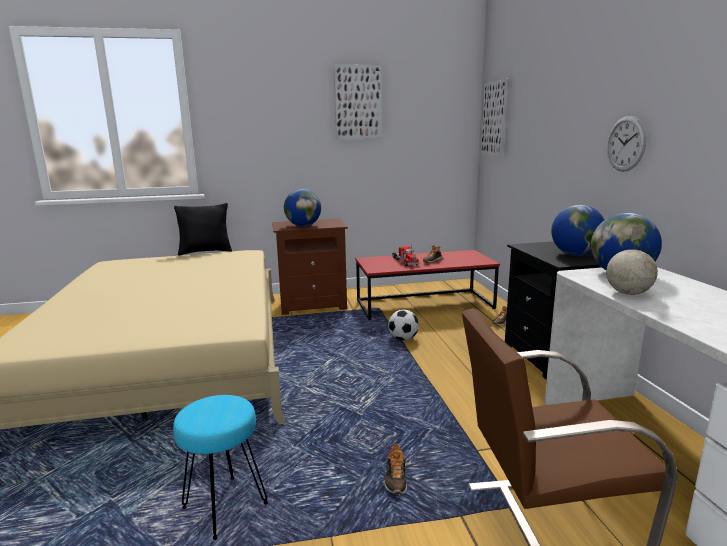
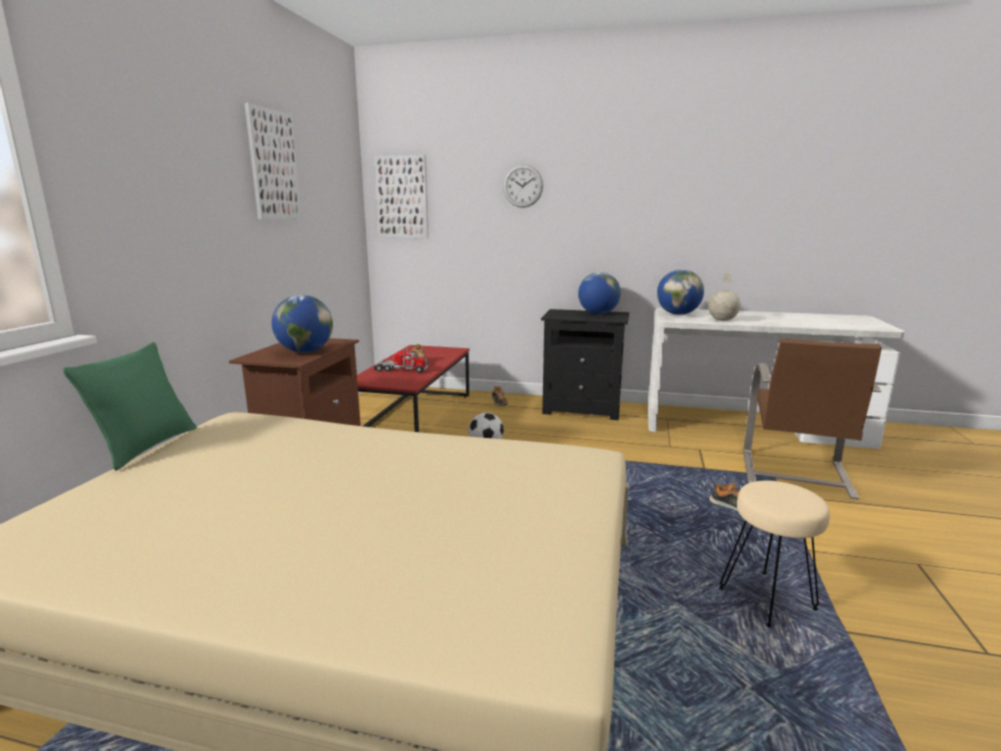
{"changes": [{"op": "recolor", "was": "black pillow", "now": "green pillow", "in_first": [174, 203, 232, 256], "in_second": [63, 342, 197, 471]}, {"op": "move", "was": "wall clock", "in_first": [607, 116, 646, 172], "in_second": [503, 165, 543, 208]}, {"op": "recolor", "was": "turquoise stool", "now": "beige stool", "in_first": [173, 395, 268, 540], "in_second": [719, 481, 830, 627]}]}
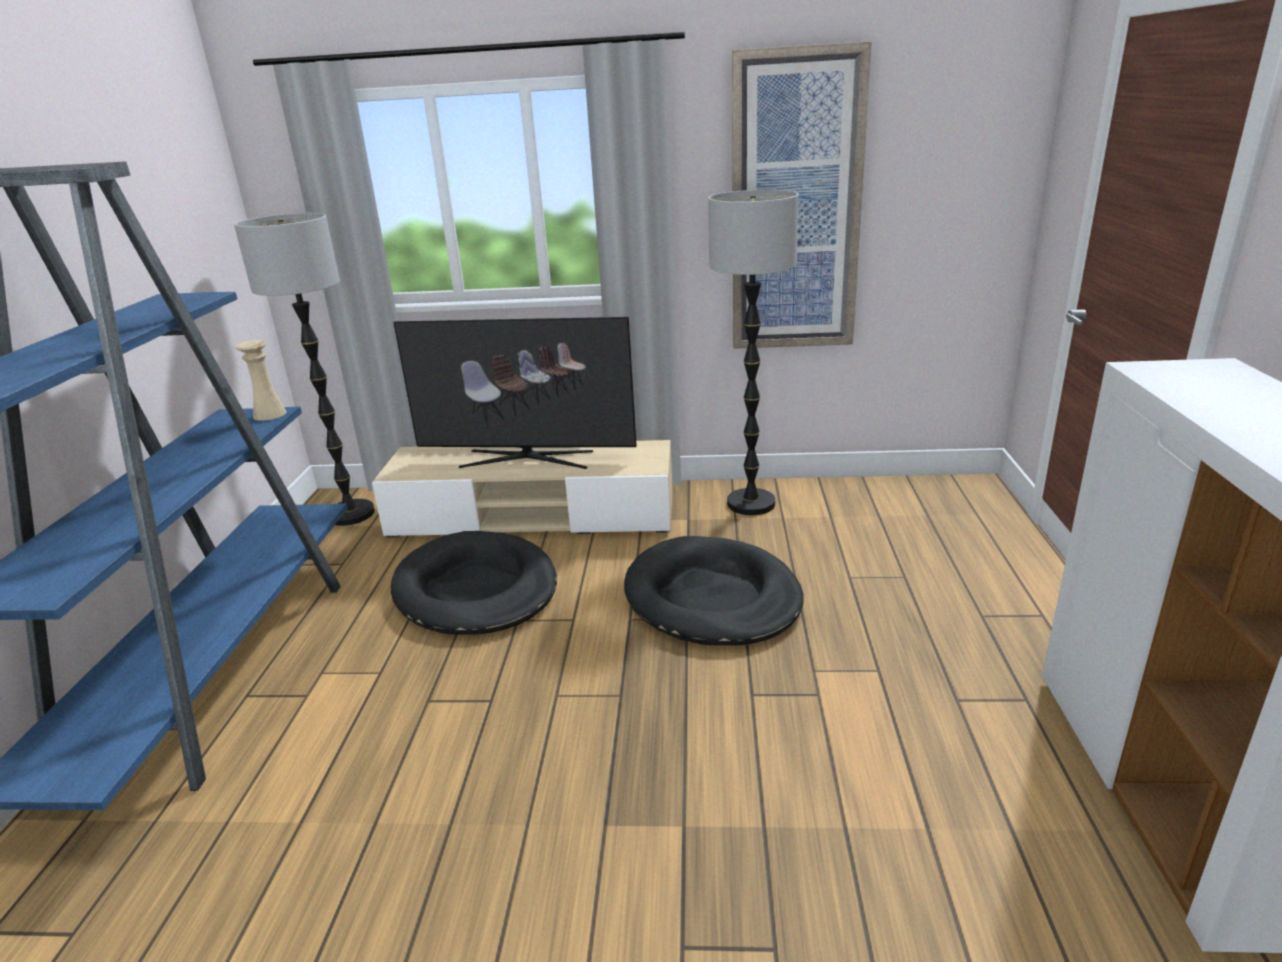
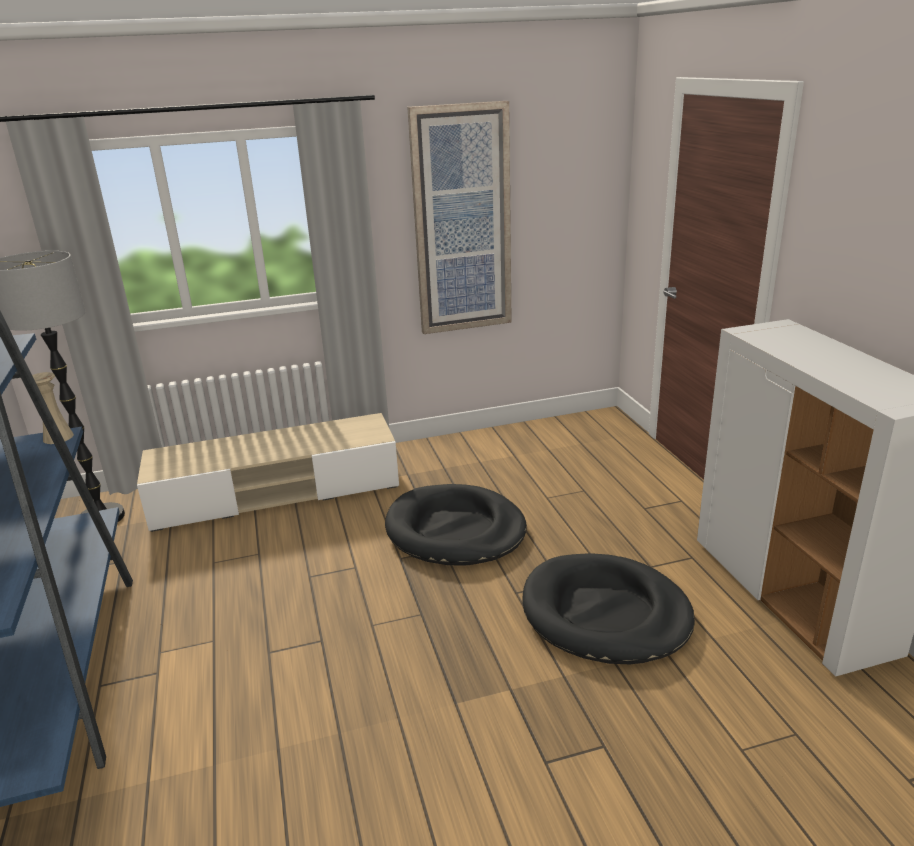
{"changes": [{"op": "move", "was": "black dog bed", "in_first": [391, 531, 557, 635], "in_second": [522, 553, 695, 664]}, {"op": "delete", "was": "television", "in_first": [393, 317, 637, 469]}, {"op": "delete", "was": "floor lamp", "in_first": [708, 190, 799, 515]}]}
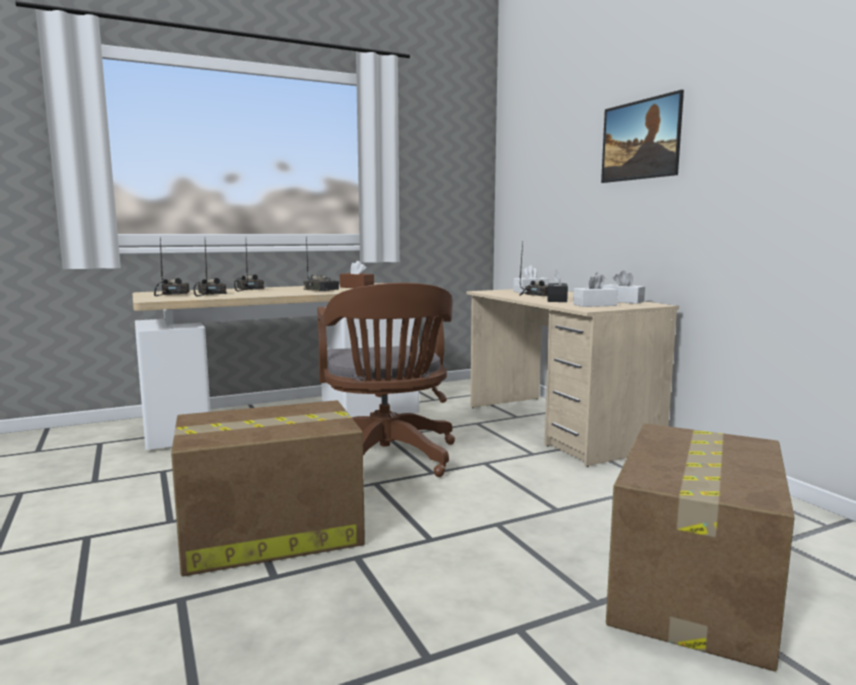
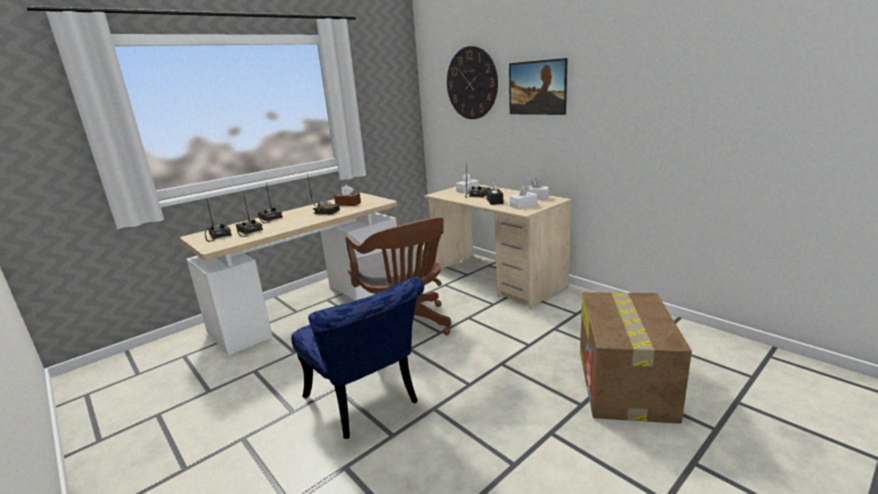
{"changes": [{"op": "replace", "was": "cardboard box", "now": "blue chair", "in_first": [171, 400, 365, 576], "in_second": [291, 277, 424, 439]}, {"op": "insert", "now": "wall clock", "in_second": [447, 46, 498, 119]}]}
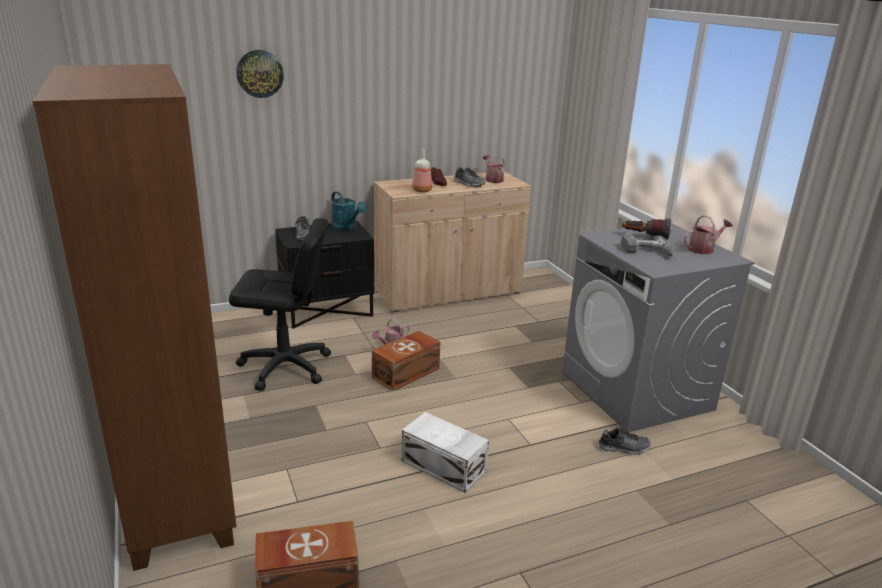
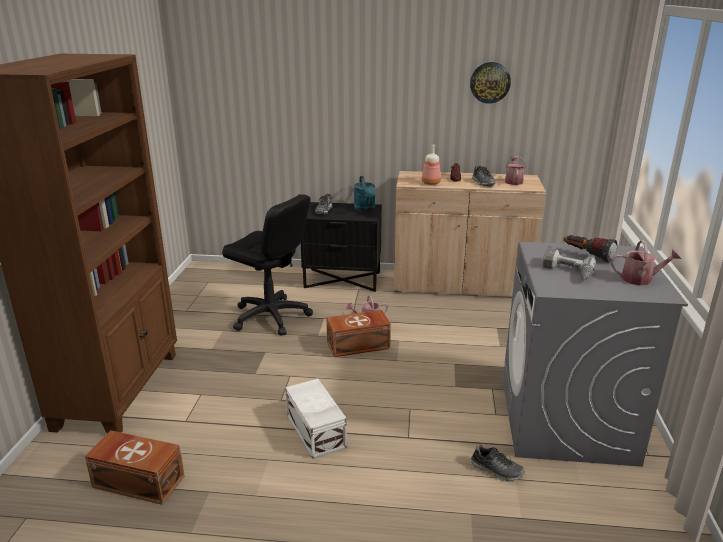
{"changes": [{"op": "move", "was": "wall clock", "in_first": [236, 50, 284, 98], "in_second": [470, 62, 511, 104]}]}
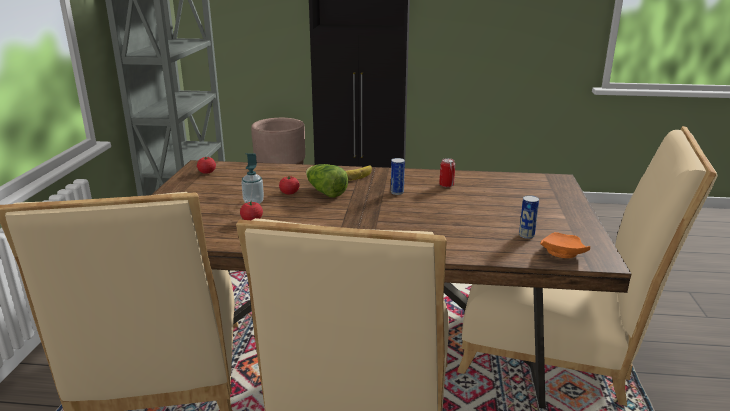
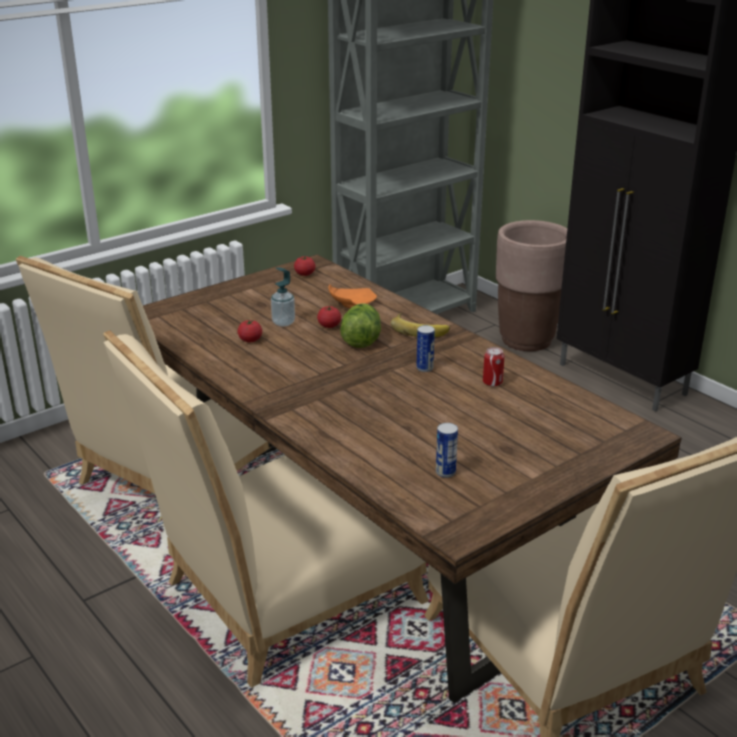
{"changes": [{"op": "move", "was": "orange plate", "in_first": [540, 232, 590, 258], "in_second": [329, 285, 377, 308]}]}
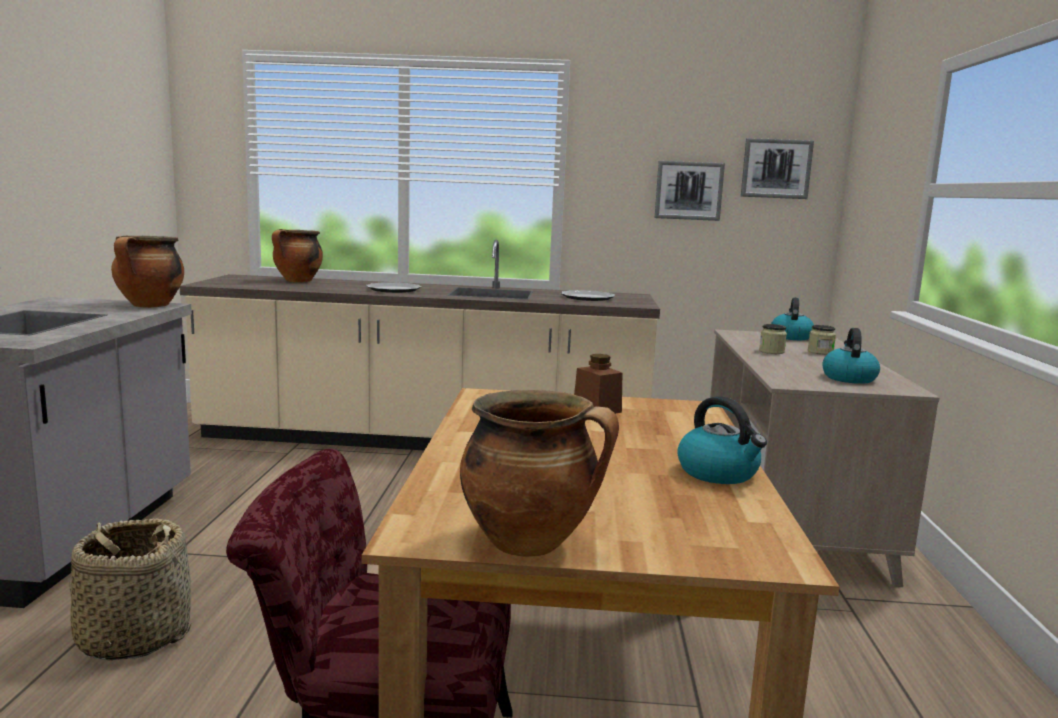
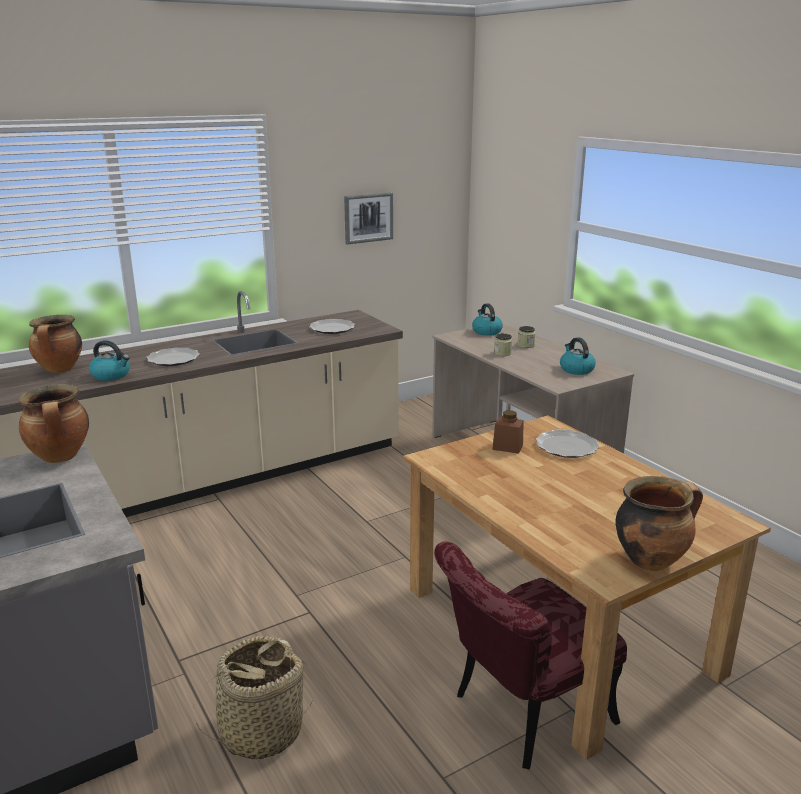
{"changes": [{"op": "move", "was": "kettle", "in_first": [677, 396, 767, 484], "in_second": [89, 340, 130, 381]}, {"op": "insert", "now": "plate", "in_second": [536, 430, 599, 458]}, {"op": "delete", "was": "picture", "in_first": [741, 138, 814, 199]}]}
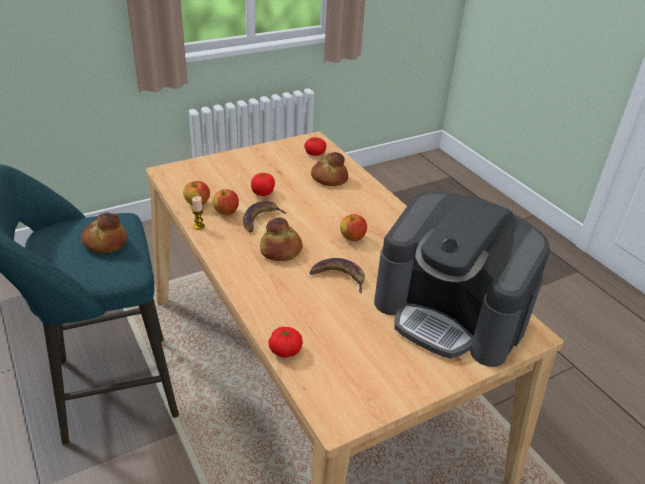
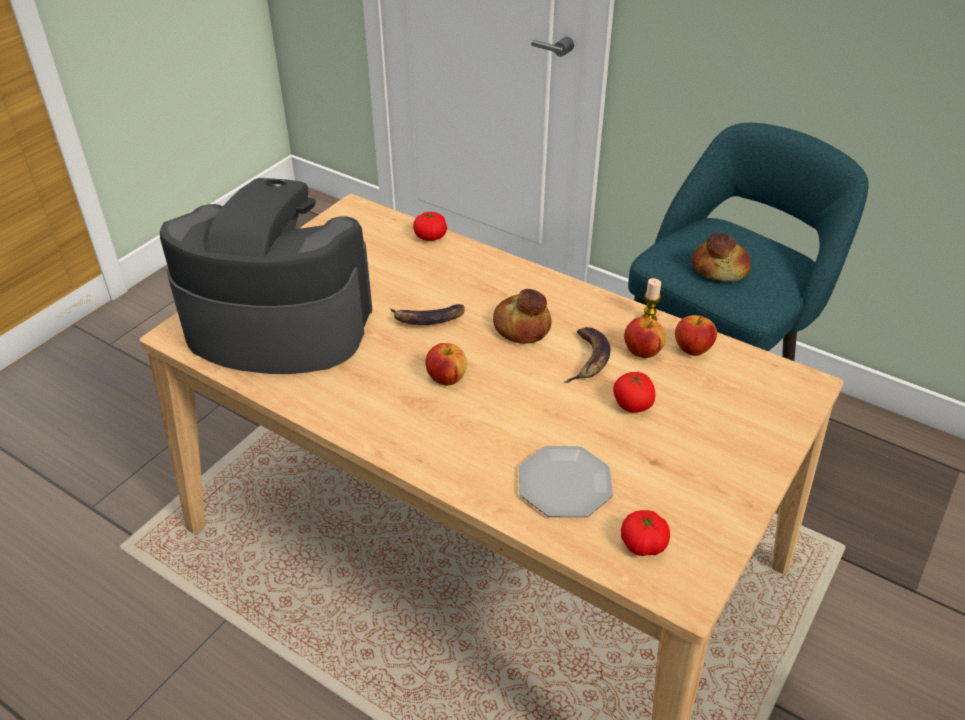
{"changes": [{"op": "replace", "was": "bread", "now": "plate", "in_first": [311, 152, 348, 186], "in_second": [519, 446, 613, 517]}]}
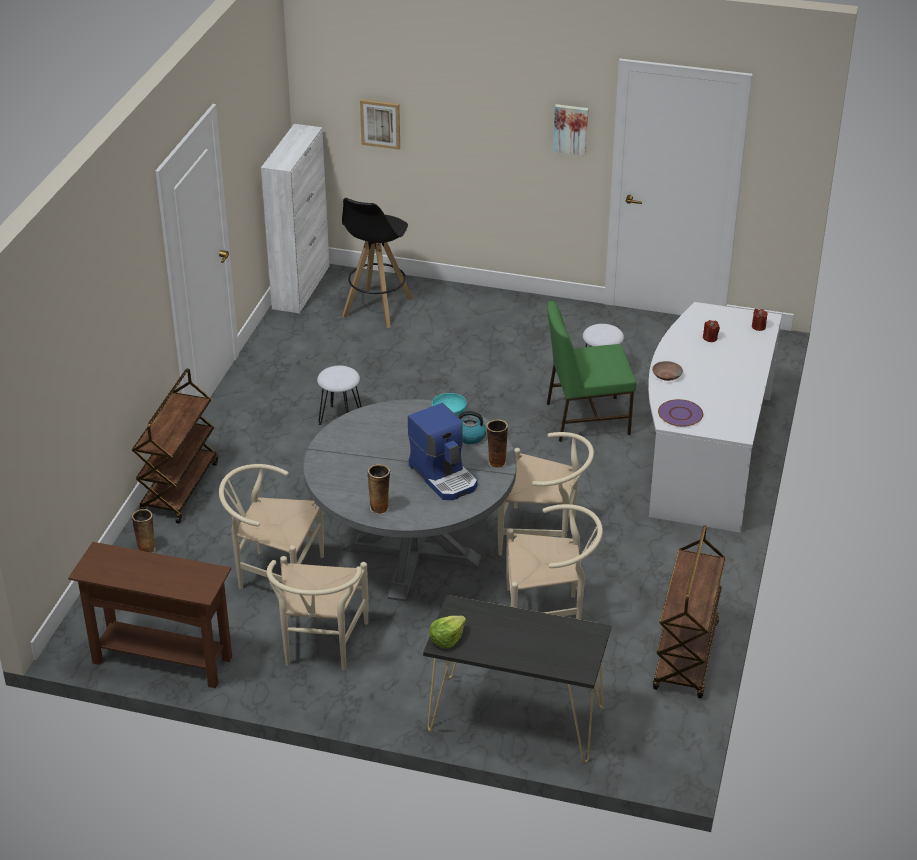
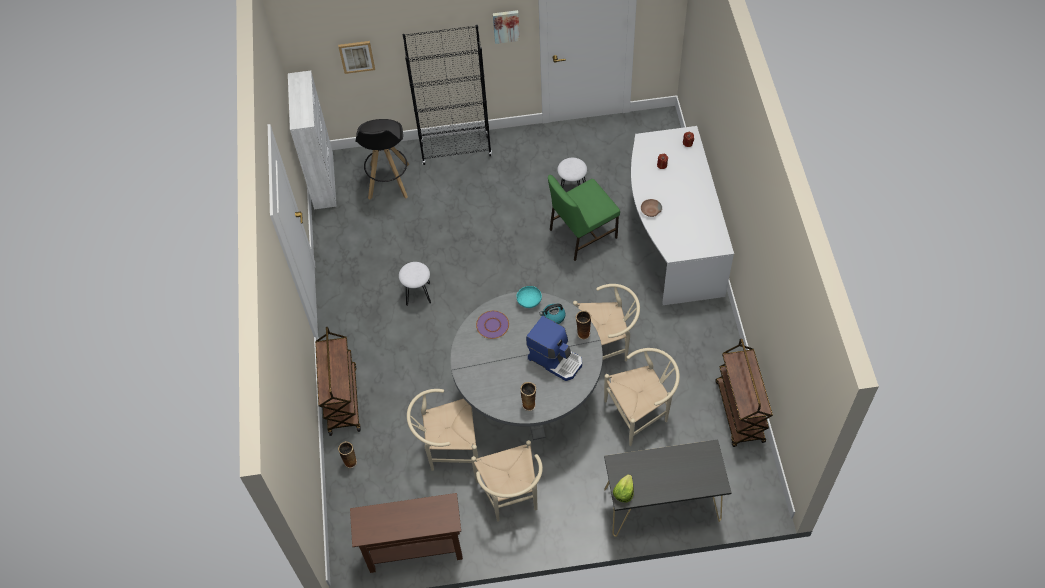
{"changes": [{"op": "insert", "now": "black bookcase", "in_second": [403, 25, 492, 165]}, {"op": "move", "was": "purple plate", "in_first": [658, 399, 703, 427], "in_second": [476, 311, 509, 339]}]}
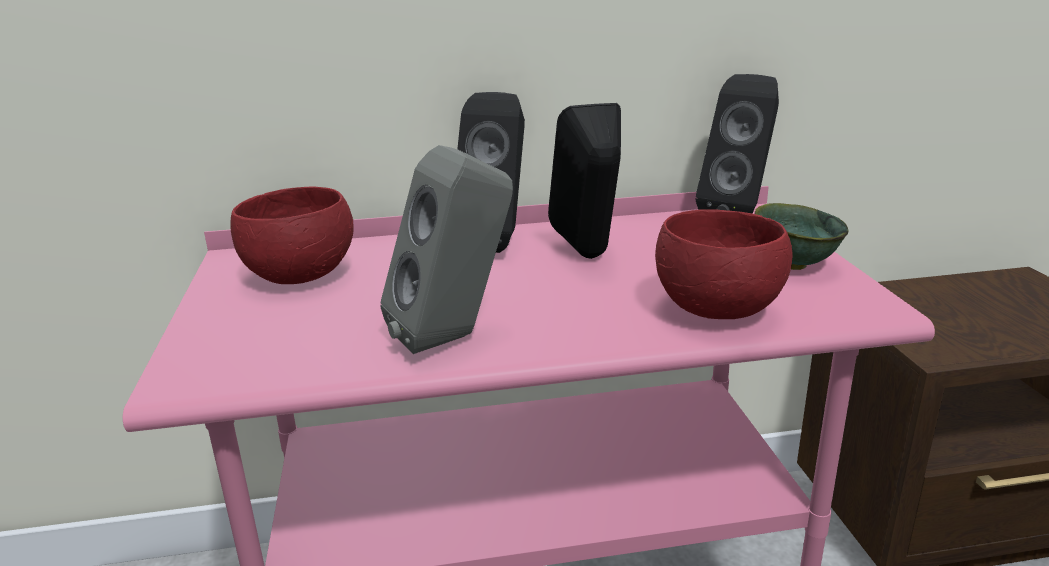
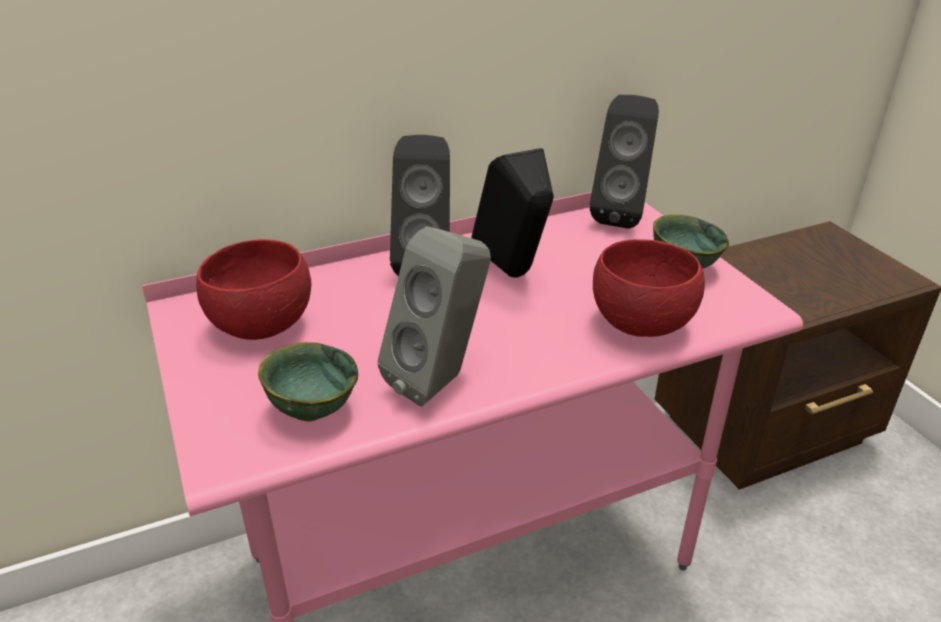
{"changes": [{"op": "insert", "now": "green bowl", "in_second": [258, 342, 358, 421]}]}
